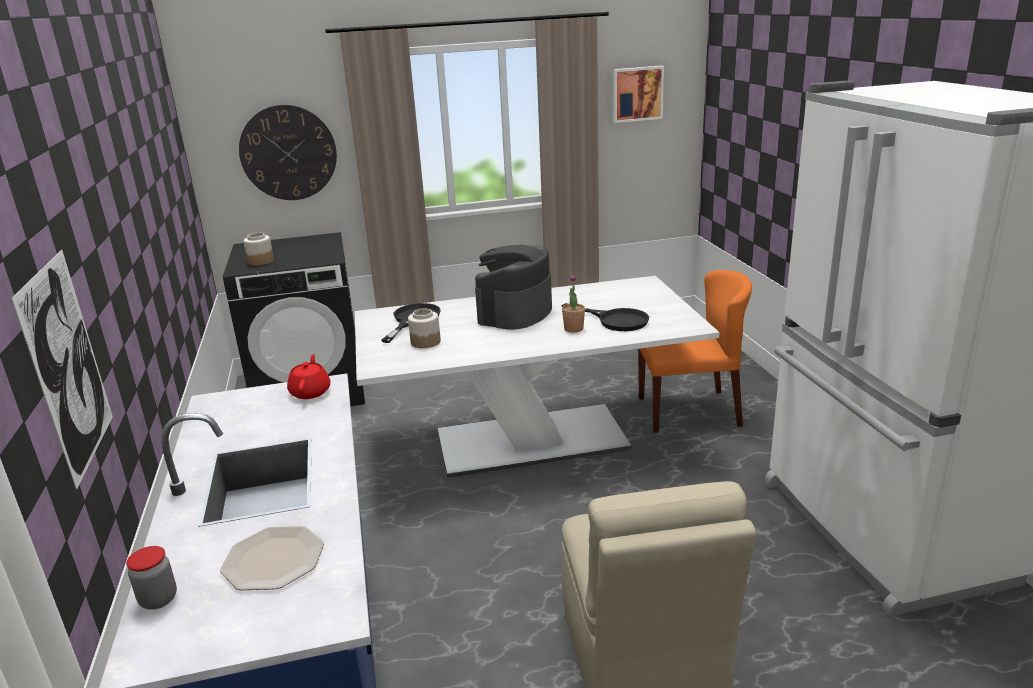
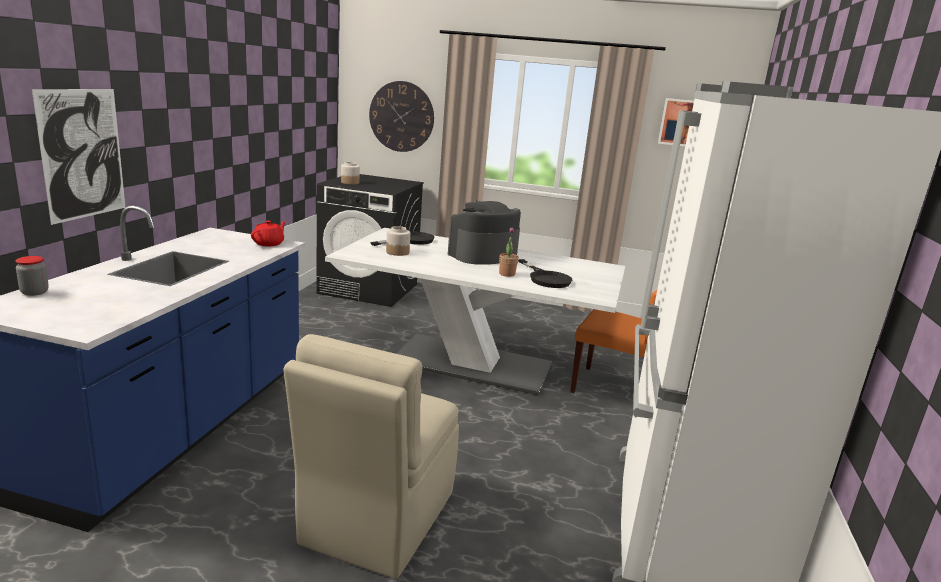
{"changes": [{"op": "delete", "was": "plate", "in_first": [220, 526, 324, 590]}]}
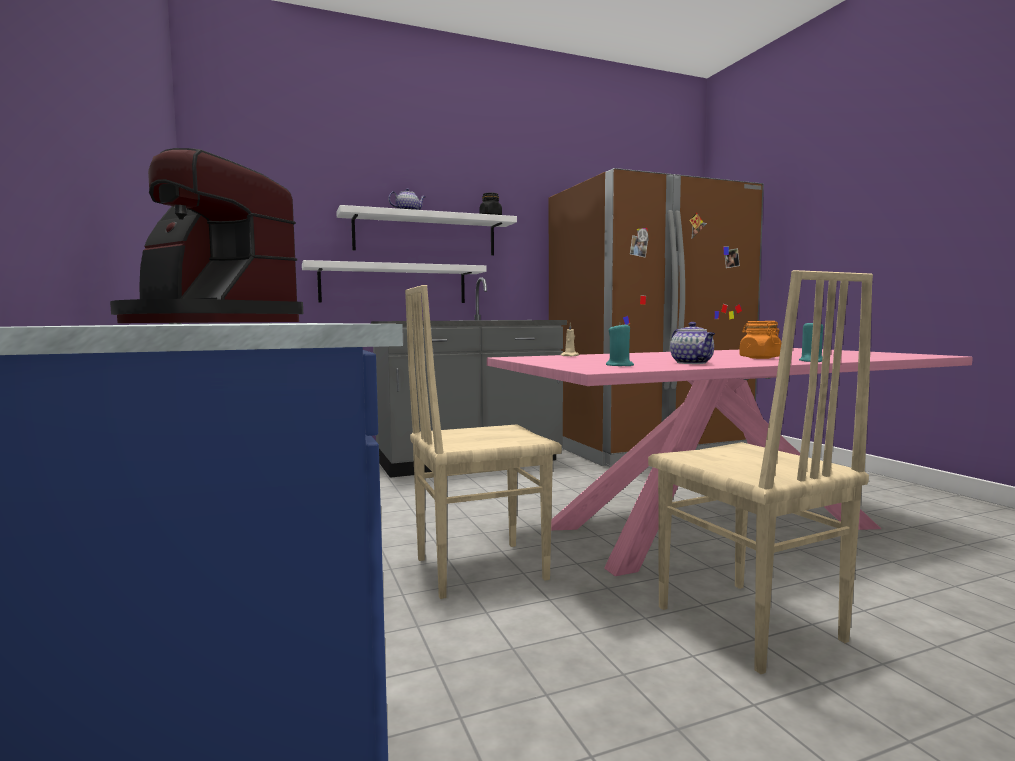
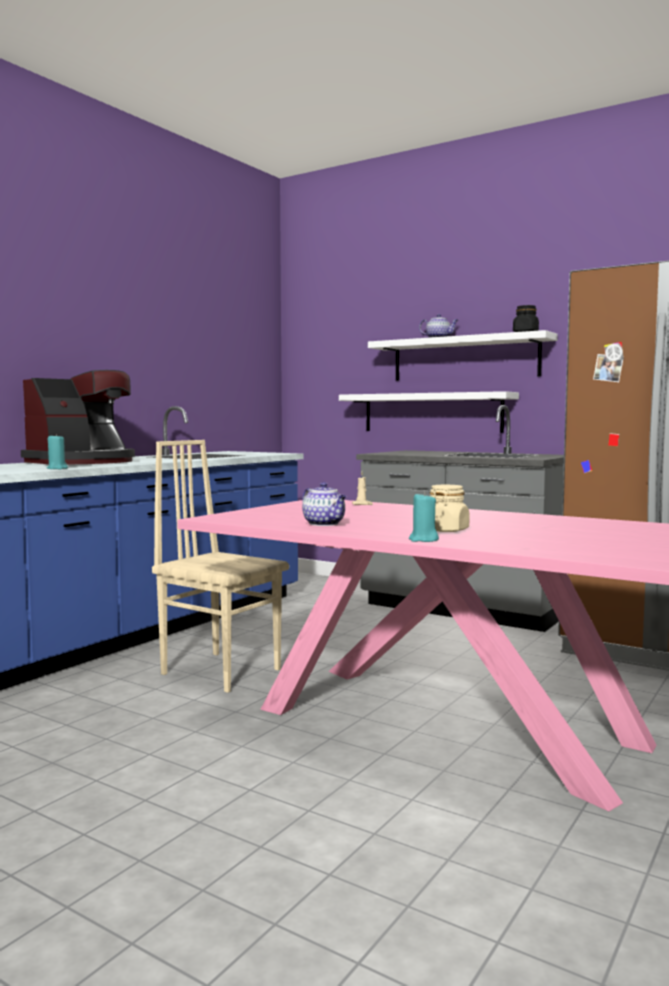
{"changes": [{"op": "rotate", "was": "coffee machine", "in_first": [110, 148, 303, 323], "in_second": [21, 370, 135, 464], "clockwise": -135}, {"op": "move", "was": "turquoise candle", "in_first": [606, 322, 634, 366], "in_second": [47, 434, 68, 469]}, {"op": "rotate", "was": "teapot", "in_first": [670, 322, 715, 364], "in_second": [302, 482, 346, 526], "clockwise": -75}, {"op": "recolor", "was": "orange jar", "now": "beige jar", "in_first": [739, 321, 781, 359], "in_second": [430, 485, 469, 532]}, {"op": "delete", "was": "beige chair", "in_first": [648, 270, 873, 674]}]}
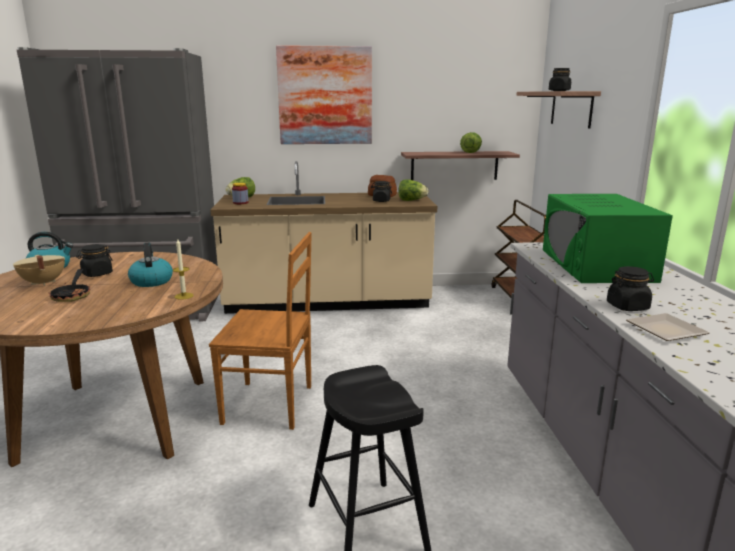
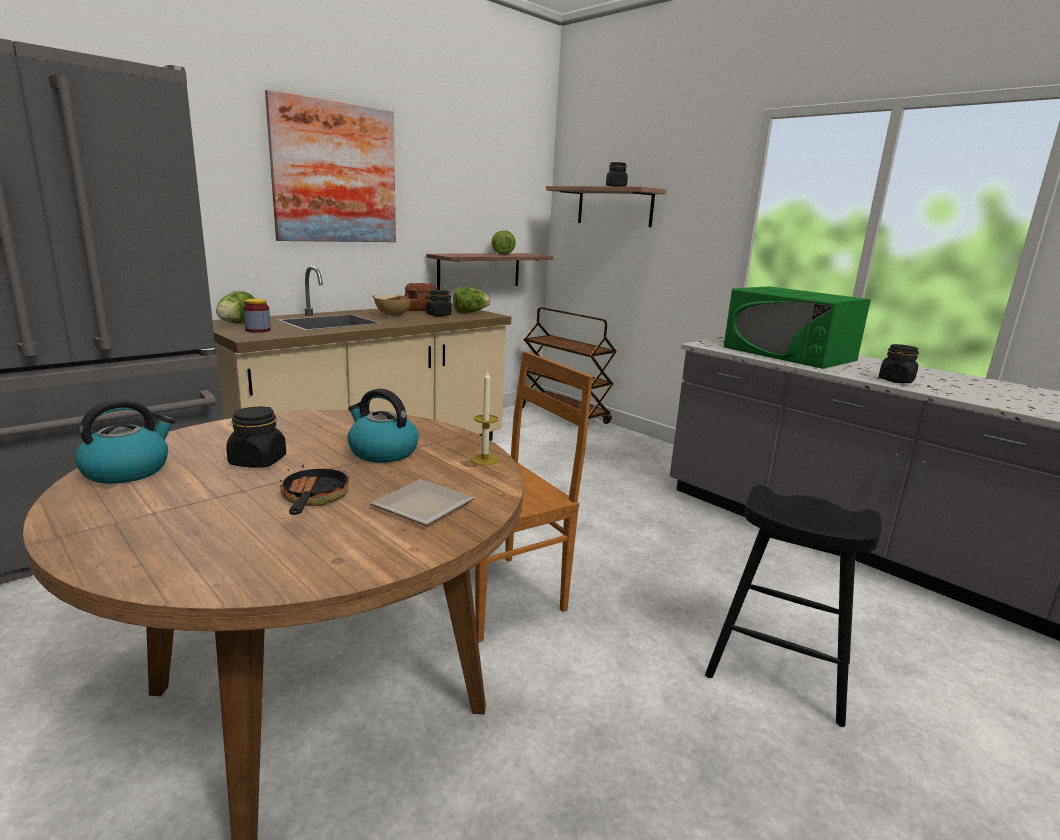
{"changes": [{"op": "rotate", "was": "frying pan", "in_first": [49, 269, 90, 302], "in_second": [280, 465, 349, 515], "clockwise": -135}, {"op": "move", "was": "plate", "in_first": [626, 313, 710, 341], "in_second": [370, 479, 475, 526]}, {"op": "move", "was": "beige cooking pot", "in_first": [13, 255, 65, 286], "in_second": [372, 289, 419, 318]}]}
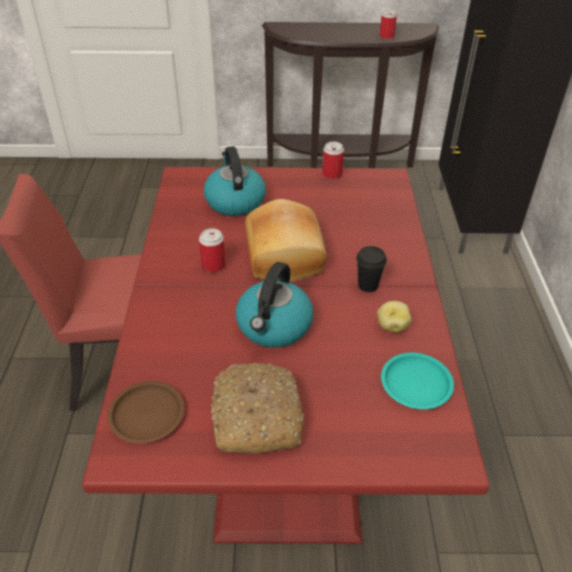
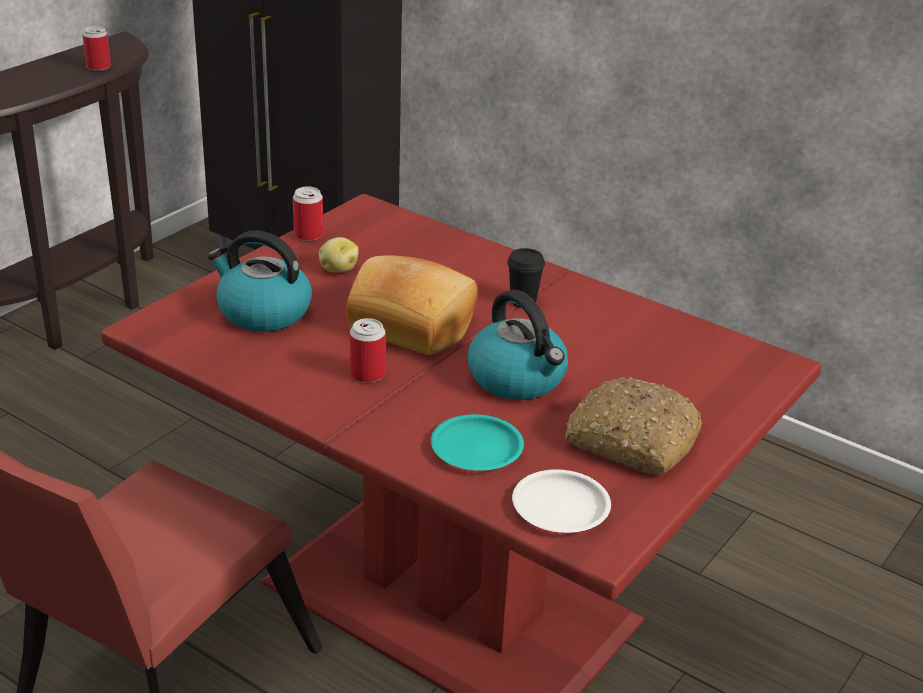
{"changes": [{"op": "move", "was": "potato", "in_first": [377, 301, 412, 333], "in_second": [319, 237, 359, 272]}, {"op": "move", "was": "turquoise plate", "in_first": [381, 353, 454, 409], "in_second": [431, 414, 524, 471]}, {"op": "recolor", "was": "brown plate", "now": "white plate", "in_first": [107, 381, 184, 443], "in_second": [512, 469, 611, 533]}]}
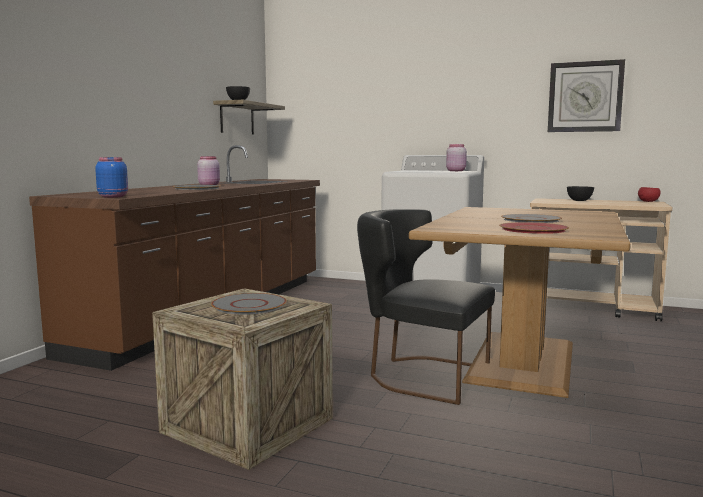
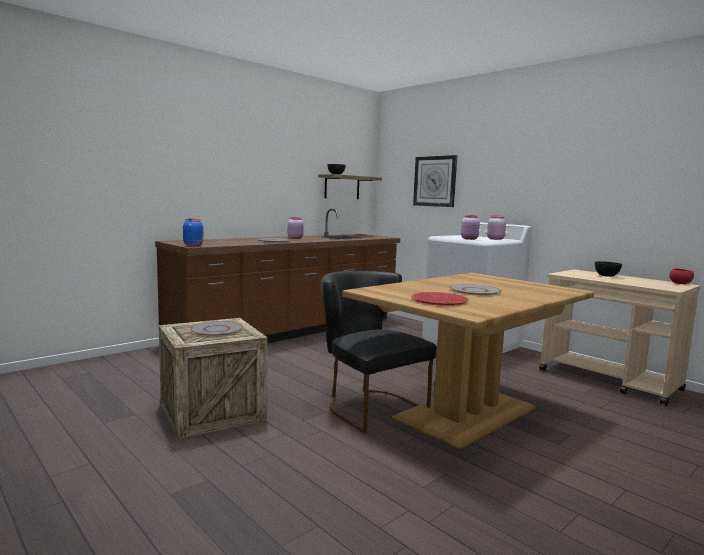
{"changes": [{"op": "move", "was": "wall clock", "in_first": [548, 59, 625, 132], "in_second": [413, 155, 457, 207]}, {"op": "insert", "now": "pink jar", "in_second": [461, 215, 480, 240]}]}
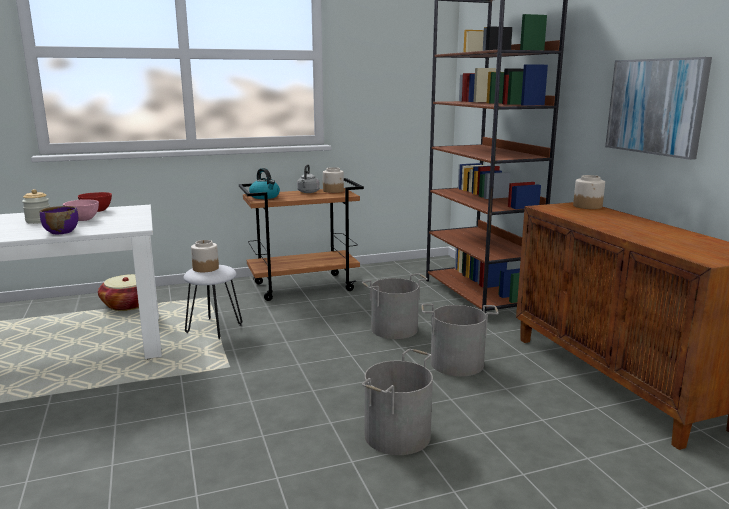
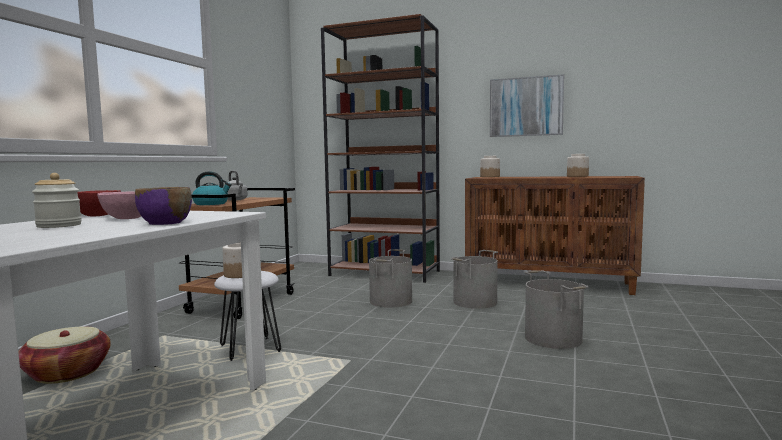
{"changes": [{"op": "move", "was": "jar", "in_first": [323, 167, 344, 193], "in_second": [567, 154, 589, 177]}]}
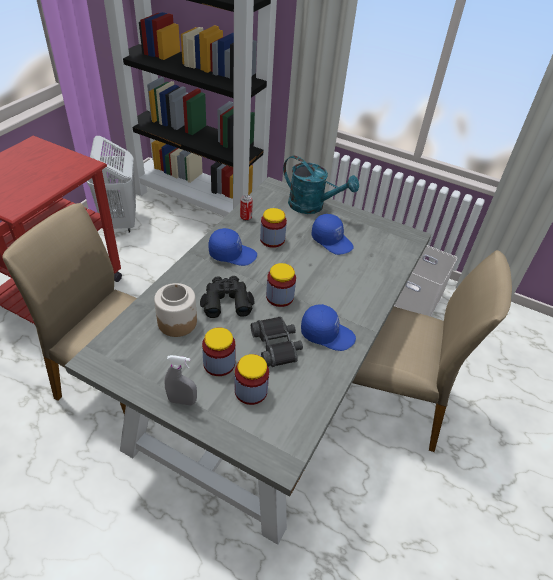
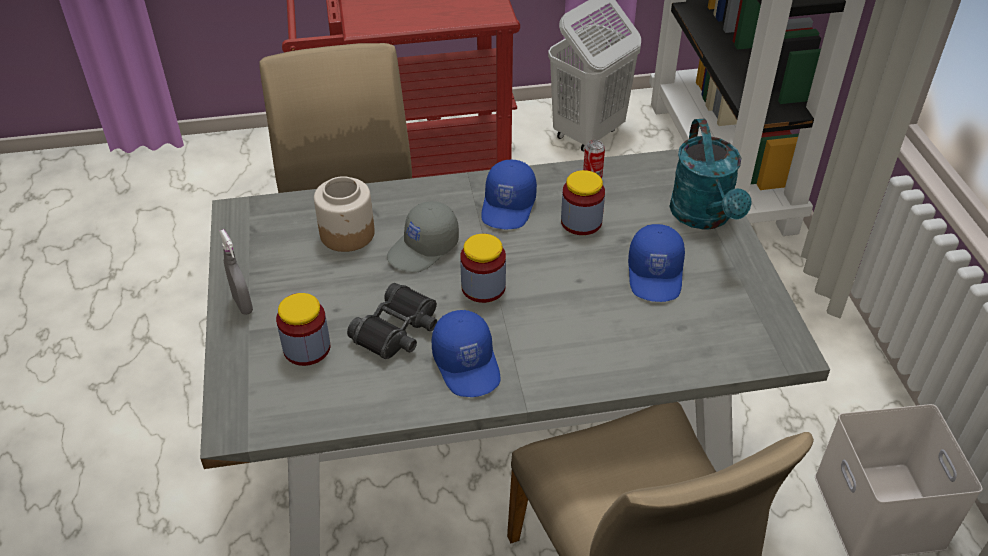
{"changes": [{"op": "replace", "was": "black binoculars", "now": "grey cap", "in_first": [200, 276, 255, 318], "in_second": [387, 201, 459, 273]}, {"op": "rotate", "was": "blue cap", "in_first": [208, 228, 257, 266], "in_second": [481, 160, 537, 229], "clockwise": 45}, {"op": "delete", "was": "jar", "in_first": [202, 327, 236, 376]}]}
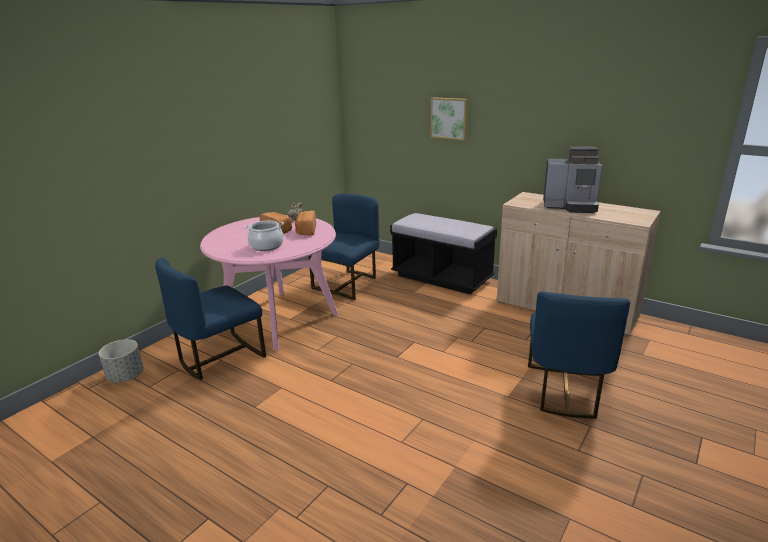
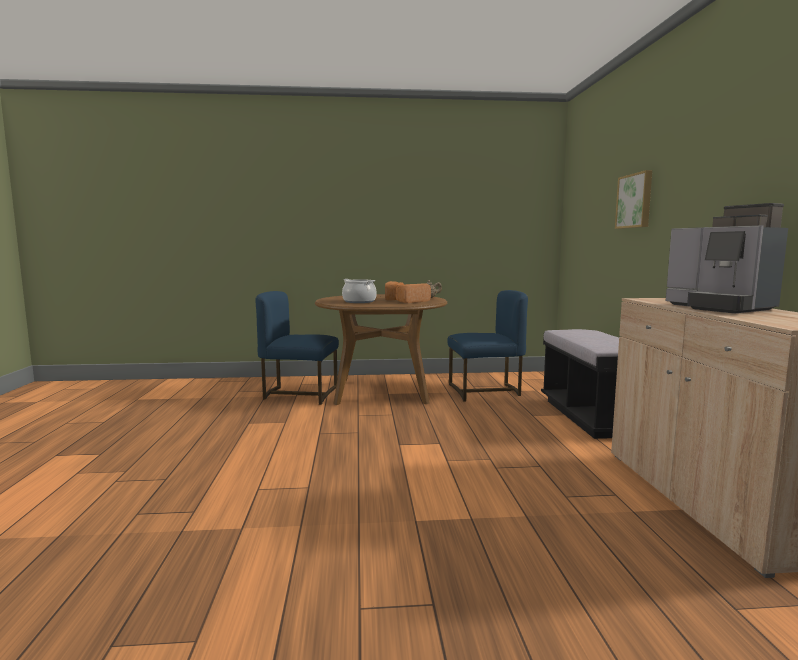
{"changes": [{"op": "recolor", "was": "pink dining table", "now": "brown dining table", "in_first": [200, 215, 338, 351], "in_second": [315, 294, 447, 405]}, {"op": "delete", "was": "grey planter", "in_first": [99, 339, 144, 383]}, {"op": "delete", "was": "blue chair", "in_first": [528, 291, 630, 418]}]}
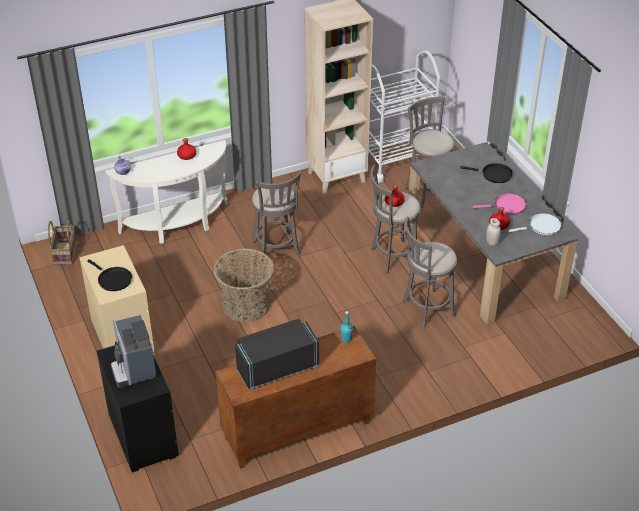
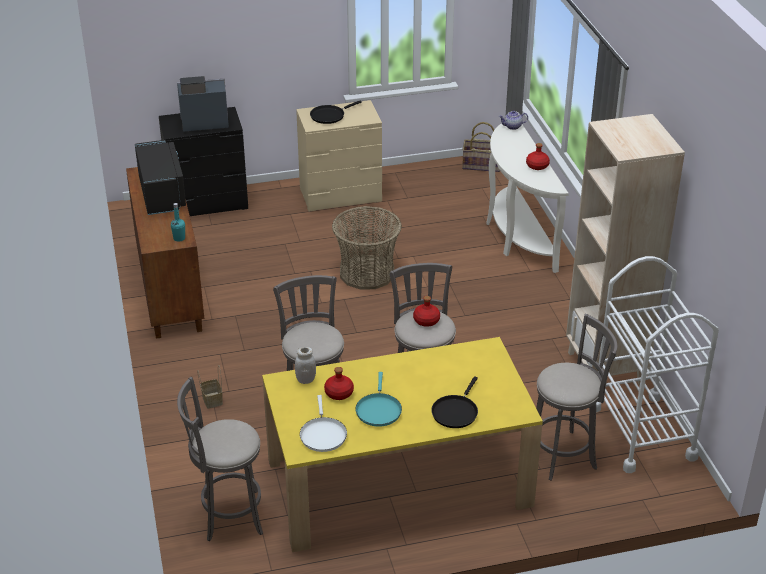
{"changes": [{"op": "move", "was": "grey stool", "in_first": [252, 171, 302, 263], "in_second": [177, 377, 263, 541]}, {"op": "insert", "now": "basket", "in_second": [197, 365, 223, 408]}, {"op": "recolor", "was": "grey dining table", "now": "yellow dining table", "in_first": [409, 142, 578, 325], "in_second": [262, 337, 543, 552]}, {"op": "recolor", "was": "pink frying pan", "now": "turquoise frying pan", "in_first": [473, 193, 526, 214], "in_second": [355, 372, 402, 427]}]}
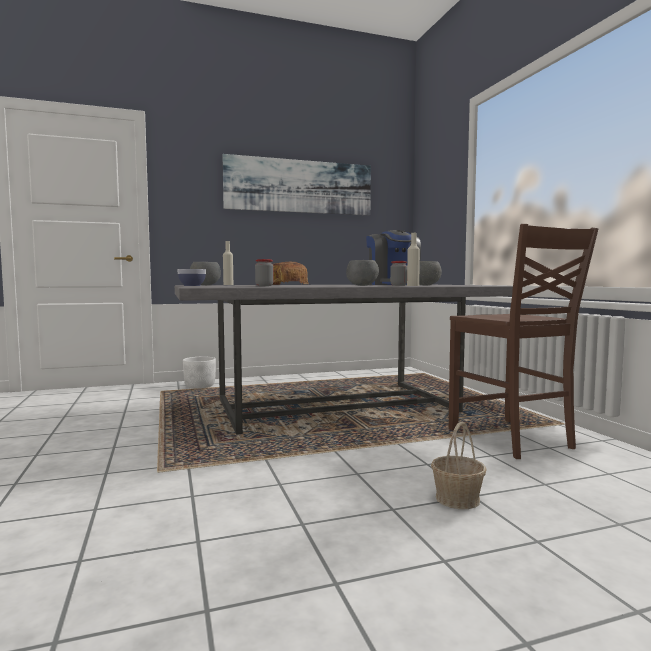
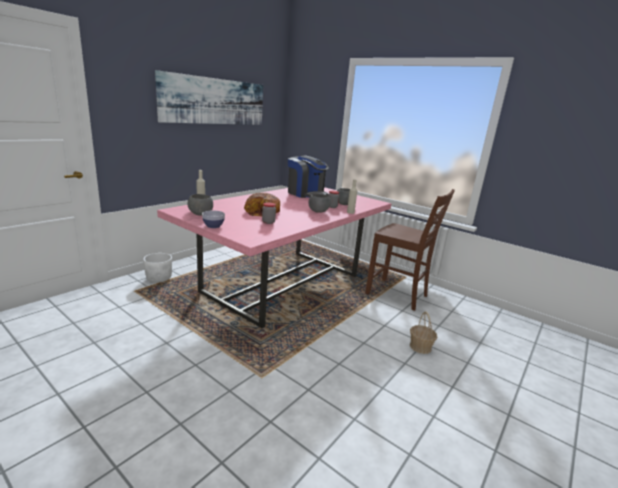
{"changes": [{"op": "recolor", "was": "grey dining table", "now": "pink dining table", "in_first": [175, 285, 513, 435], "in_second": [157, 187, 391, 328]}]}
